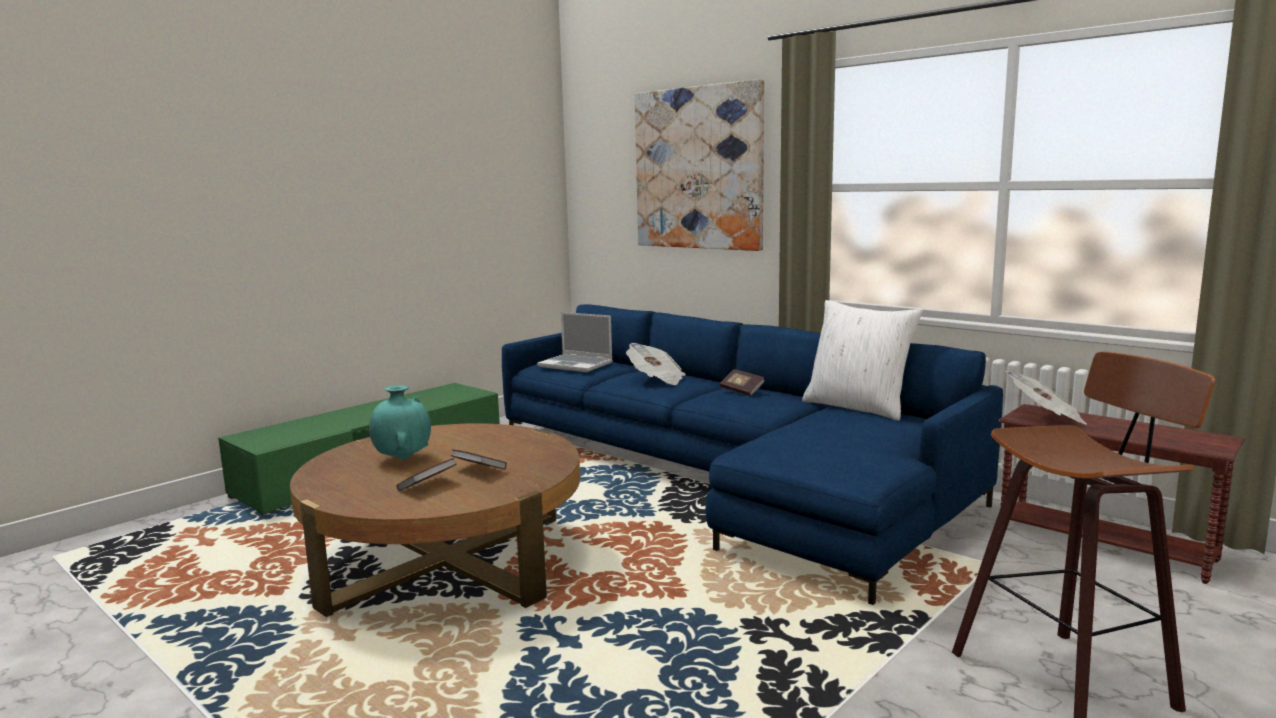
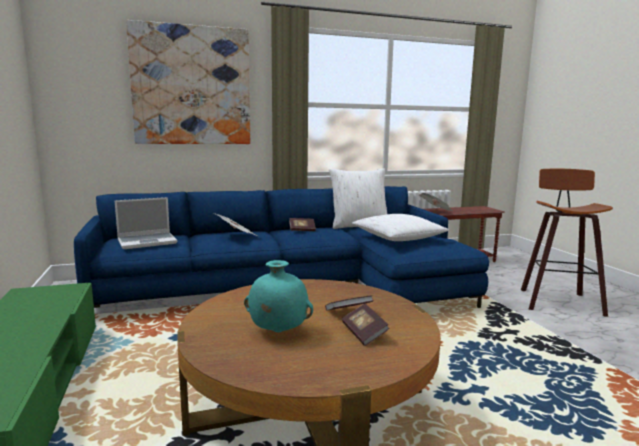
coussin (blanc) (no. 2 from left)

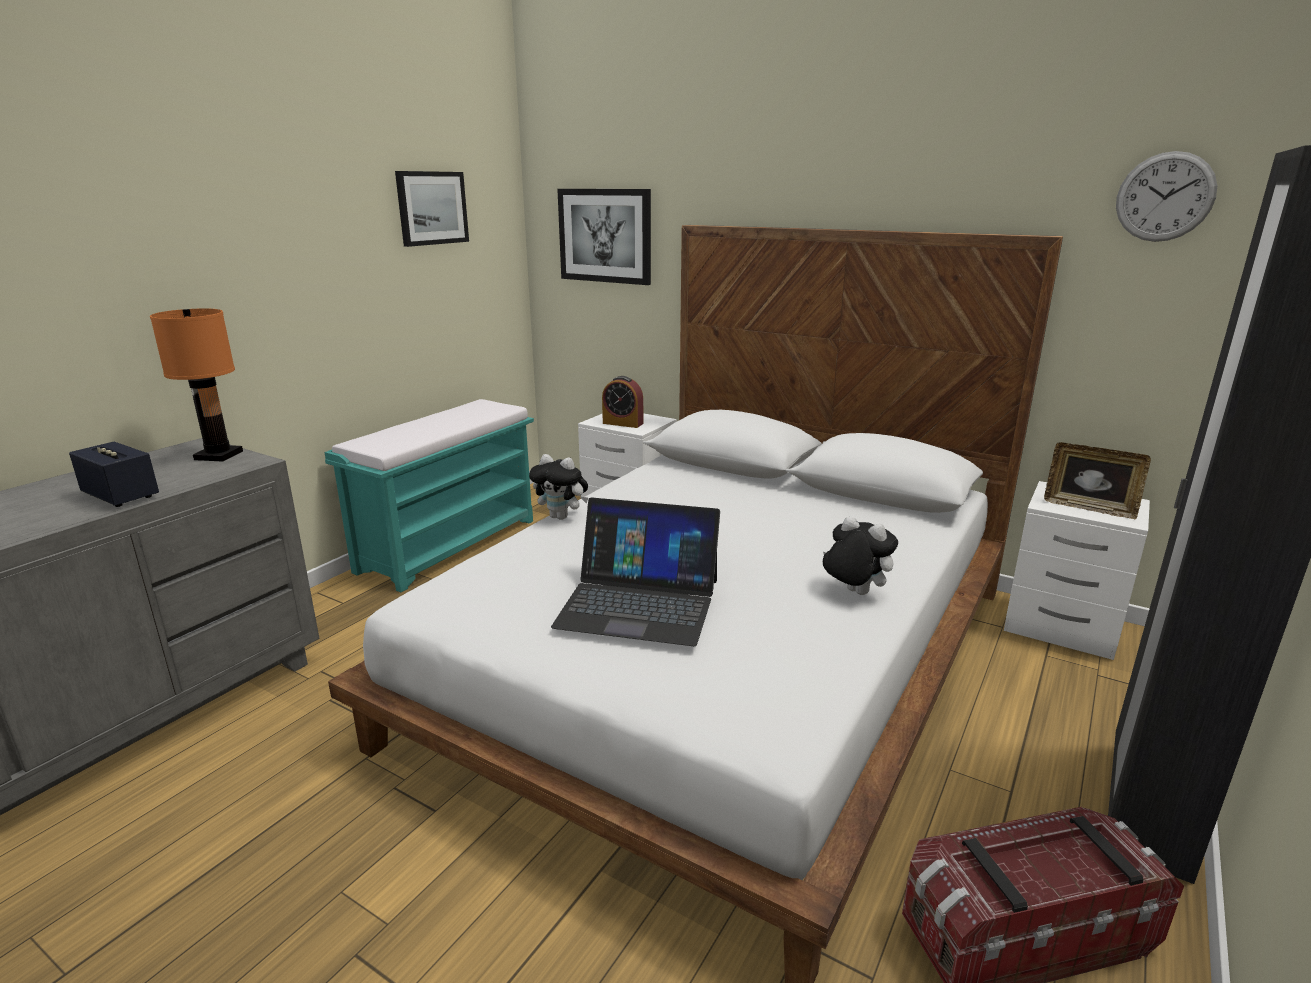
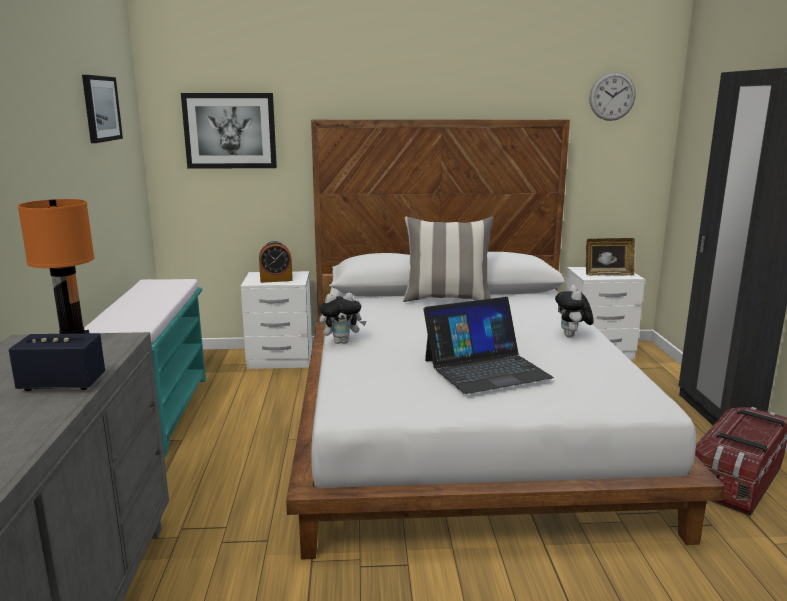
coussin; peluche (no. 2 from left)

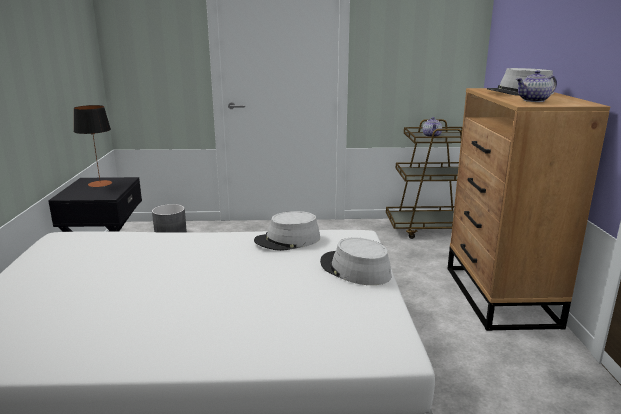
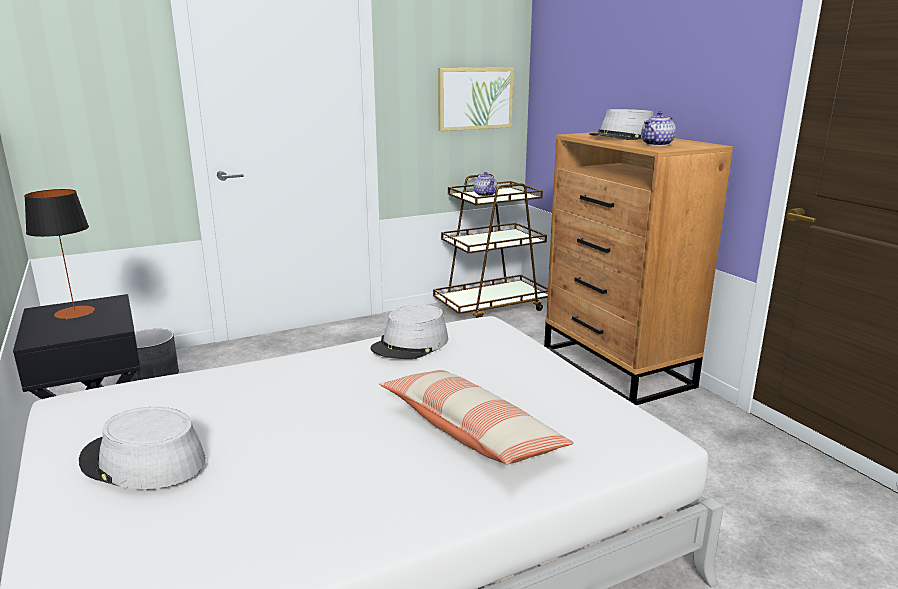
coussin; tableau; chapeau (gris) (no. 1 from left)

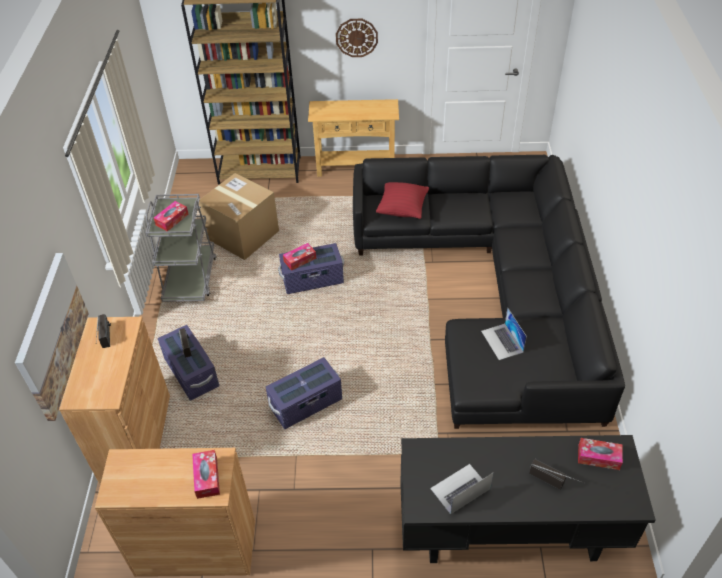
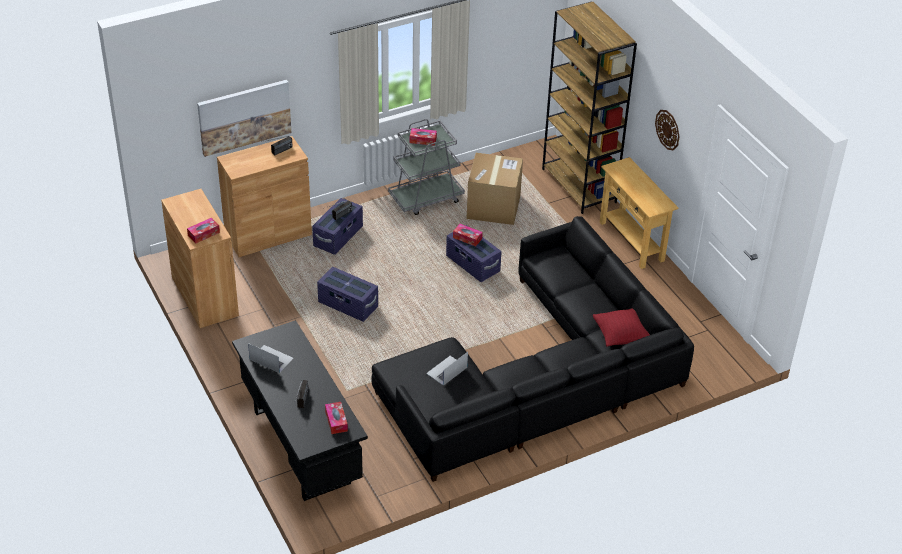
coussin (rouge)

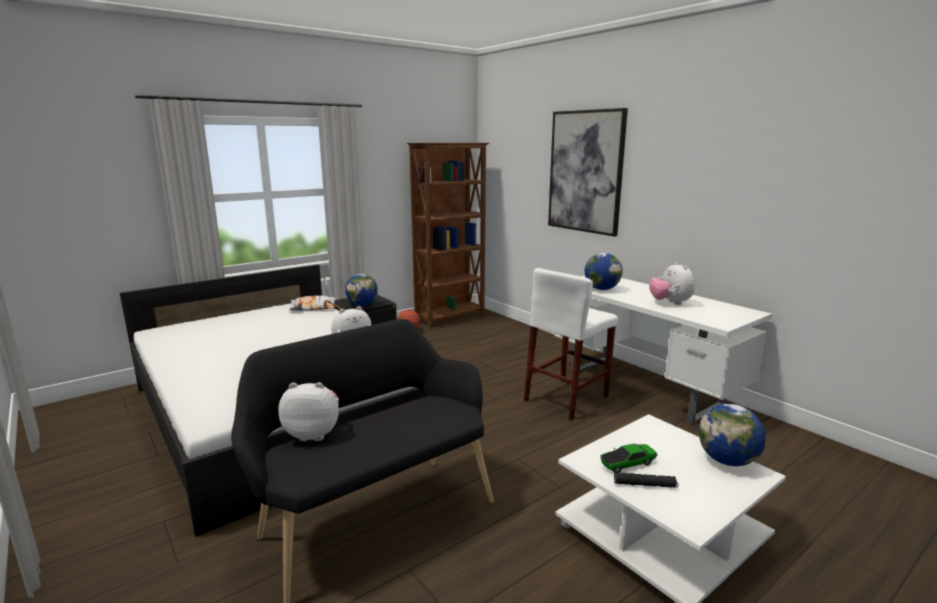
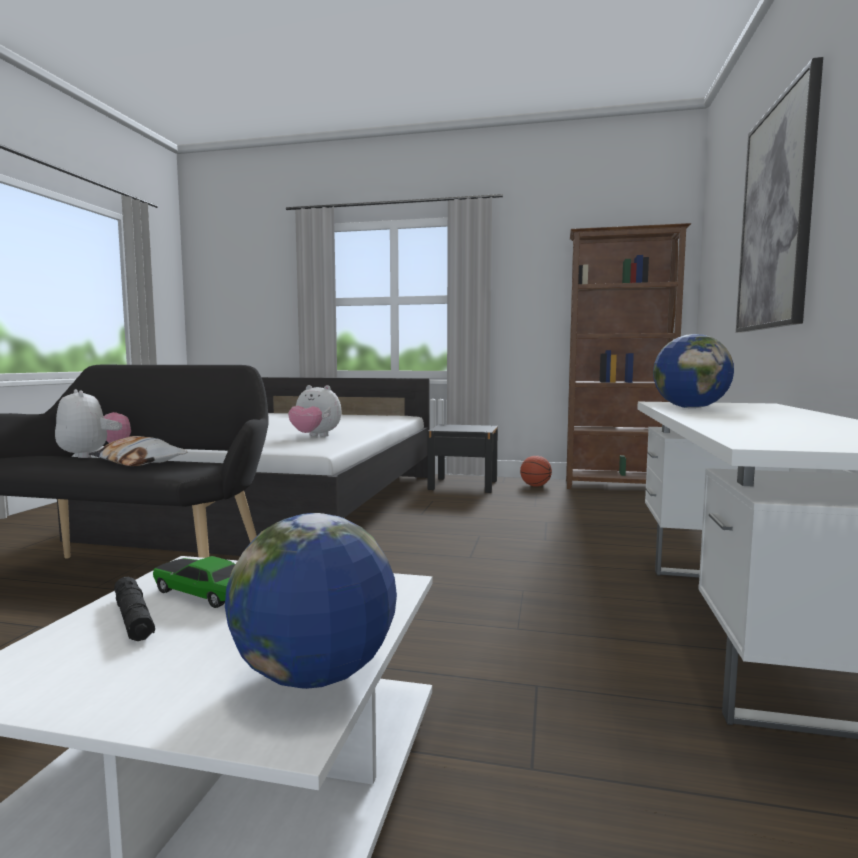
globe (no. 1 from left in the first image); tabouret (blanc); peluche (no. 3 from left in the first image); coussin

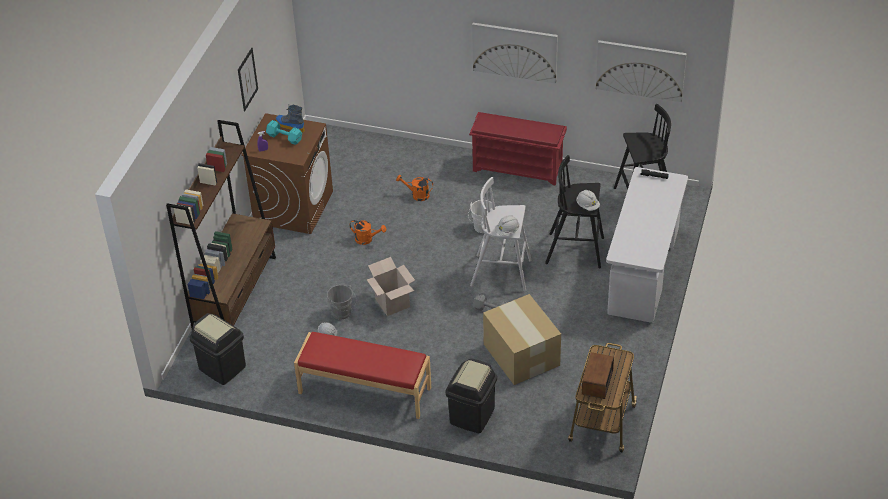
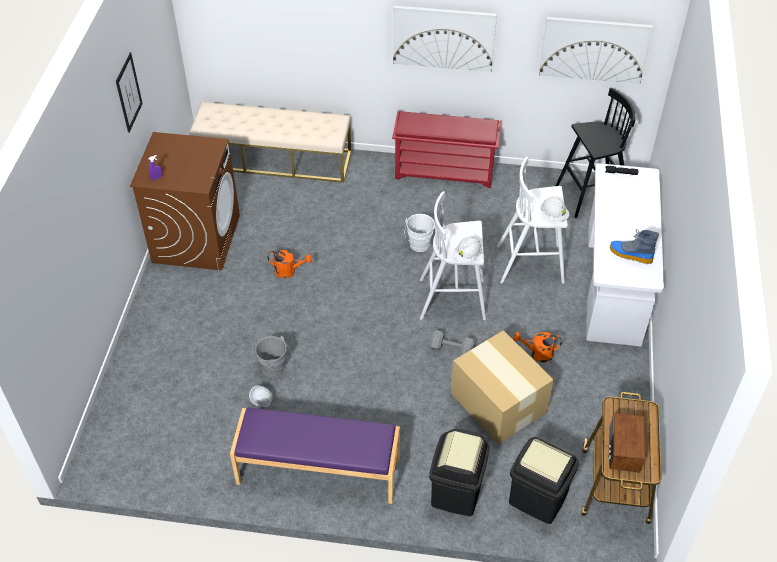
bibliothèque (marron); haltère (turquoise); carton (no. 1 from left in the first image); banc (beige); poubelle (noir) (no. 2 from left); botte; arrosoir (orange) (no. 2 from left); banc (violet); tabouret (blanc) (no. 2 from left)

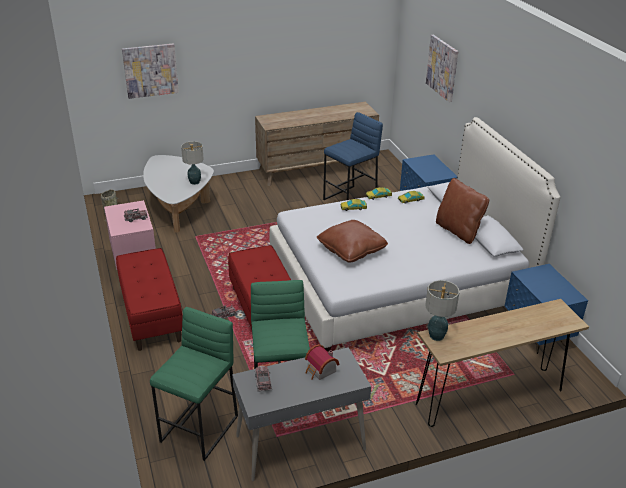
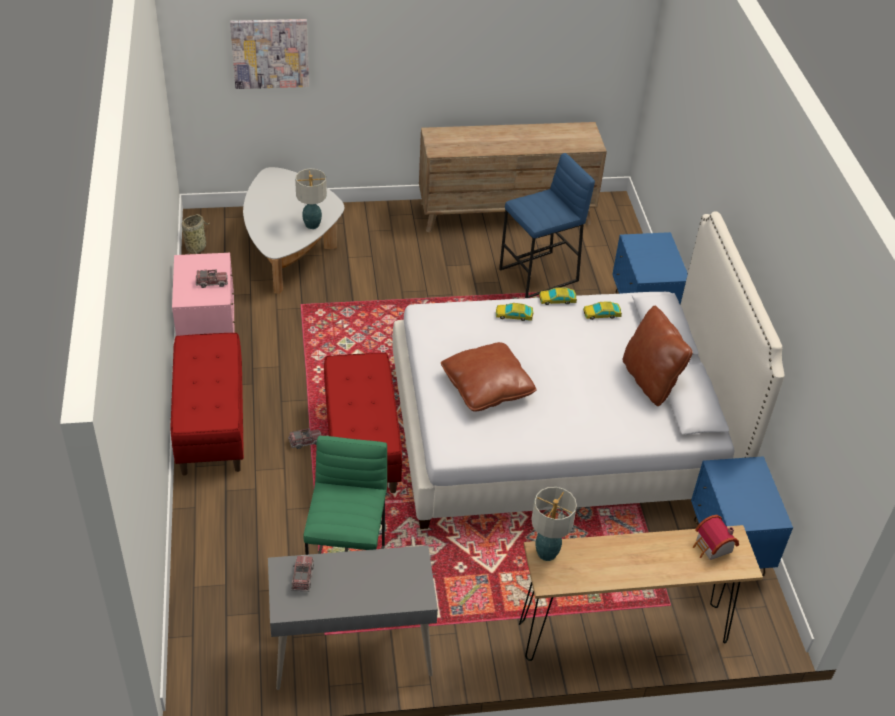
tabouret (vert) (no. 1 from left in the first image); tableau (no. 2 from left in the first image); maison miniature

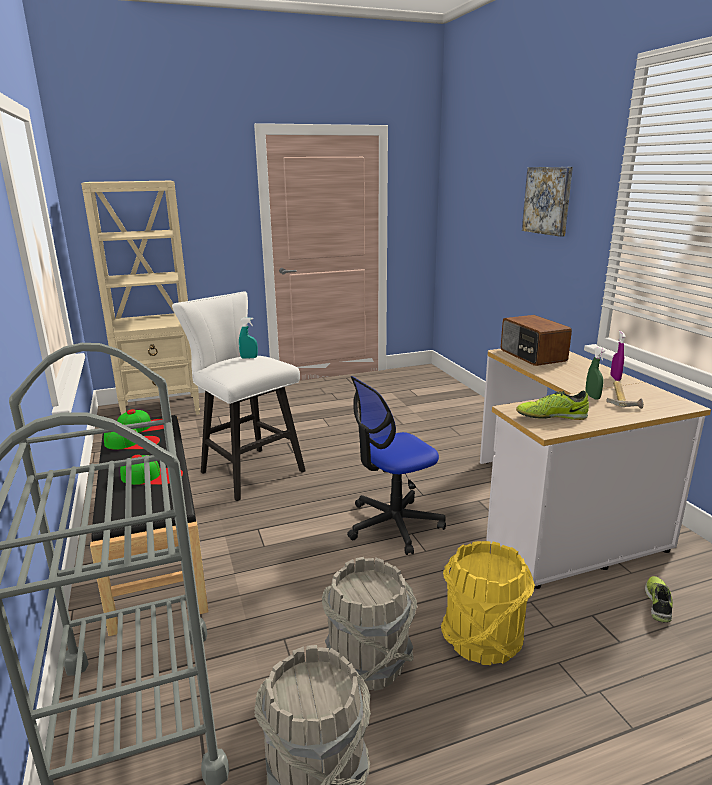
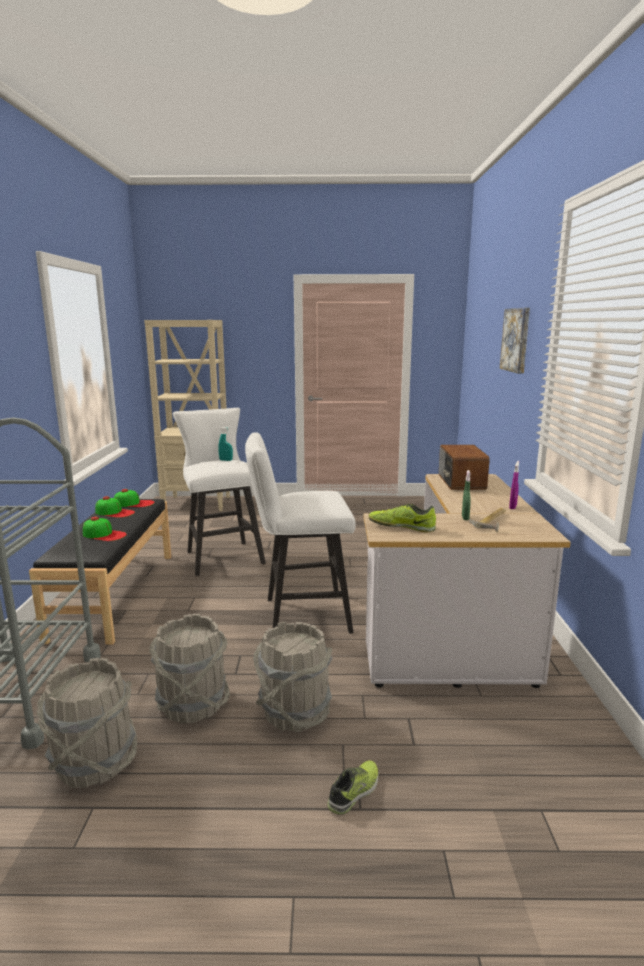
chaussure (no. 1 from left); tabouret (blanc) (no. 2 from left); seau (gris) (no. 3 from left)

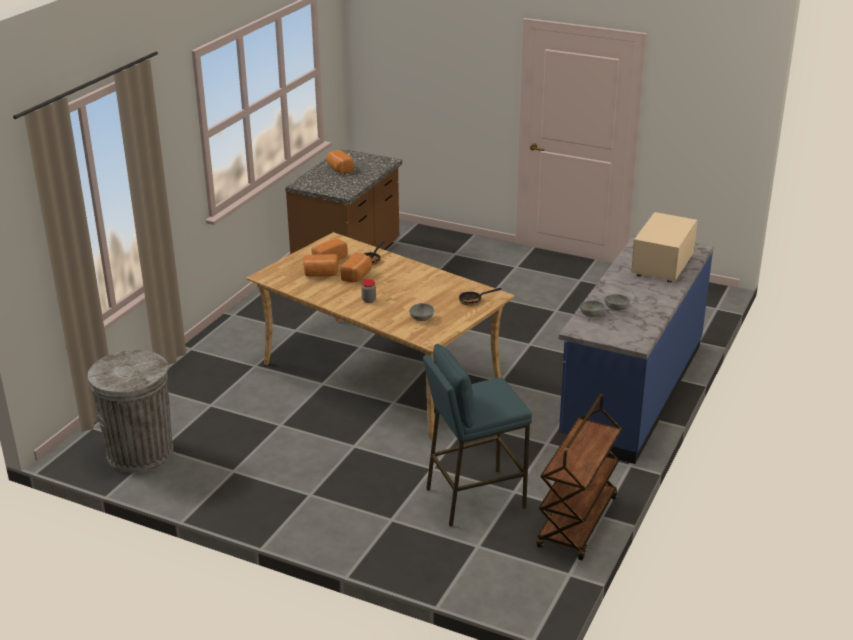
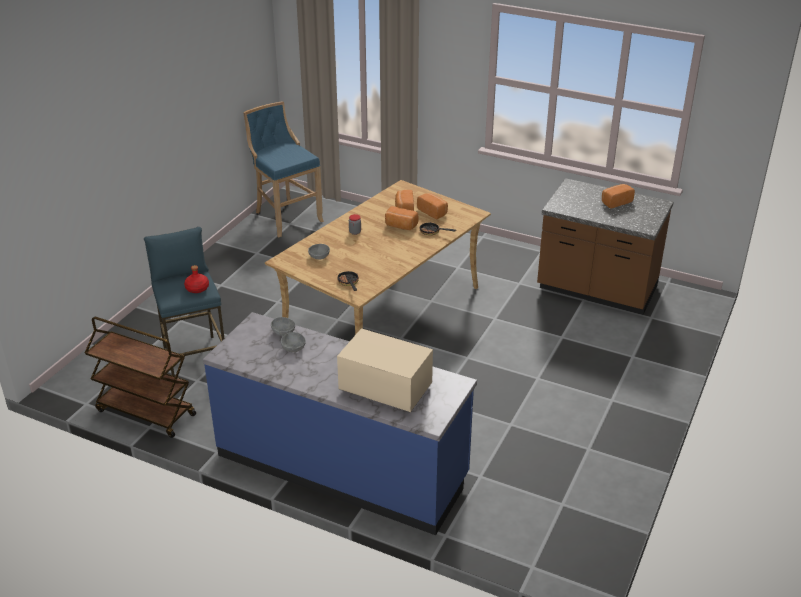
bouteille (rouge); tabouret (bleu) (no. 2 from left)

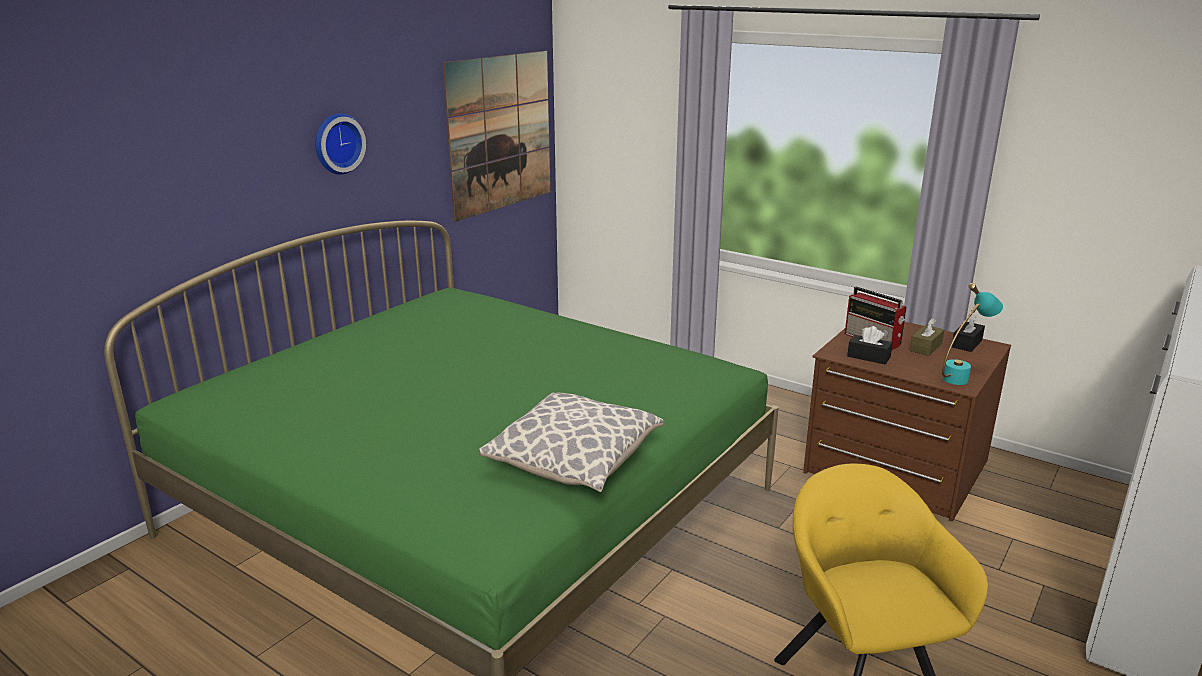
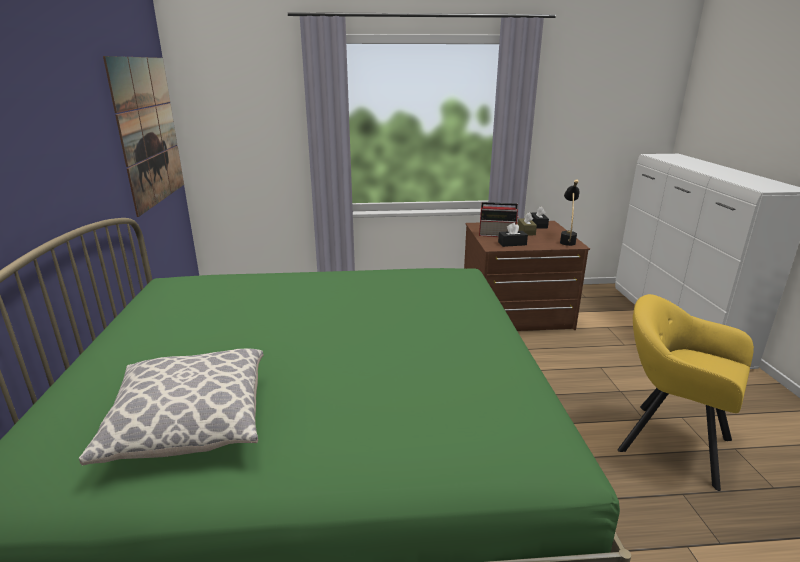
horloge murale; coussin; lampe de table (noir)

